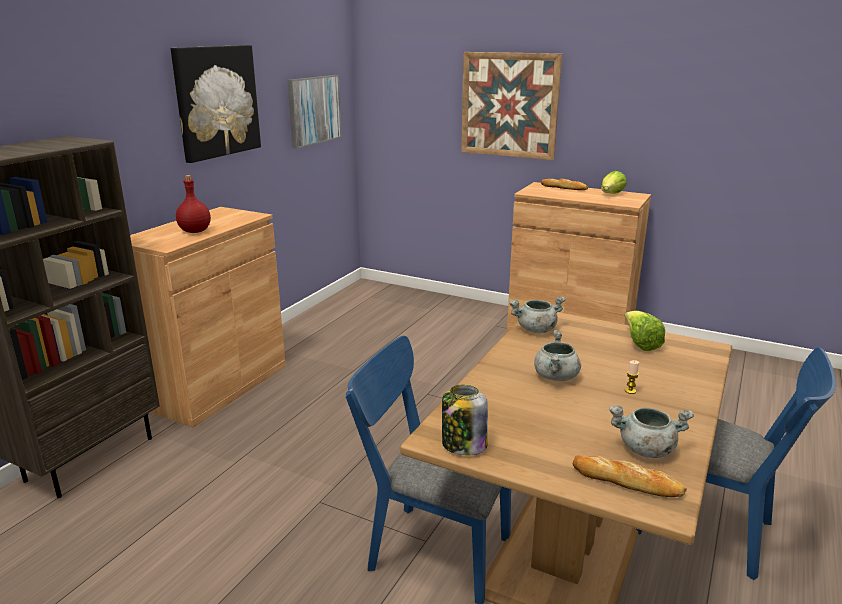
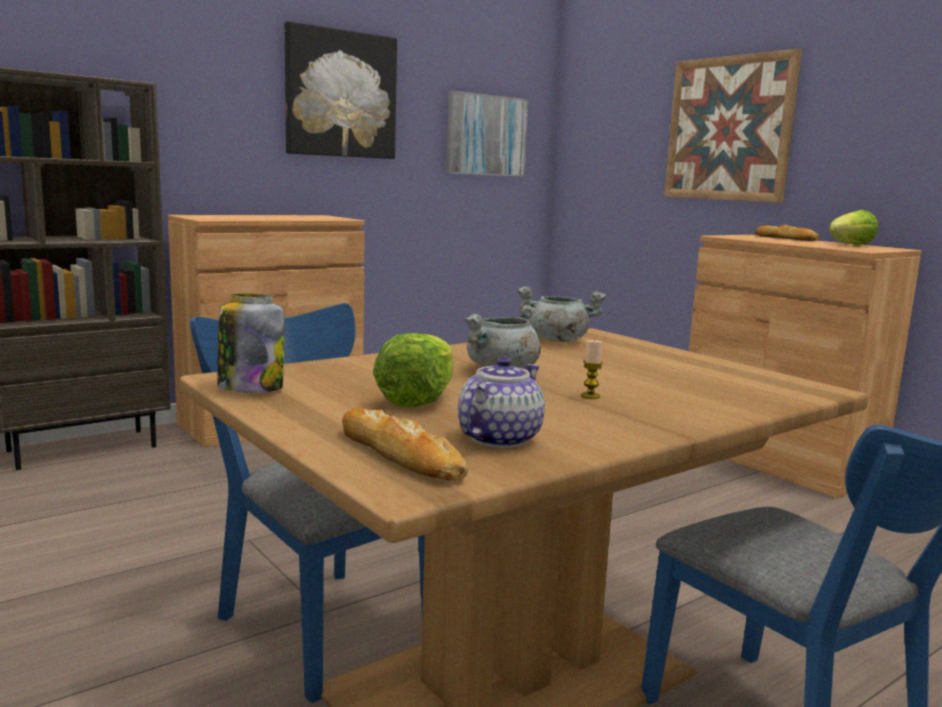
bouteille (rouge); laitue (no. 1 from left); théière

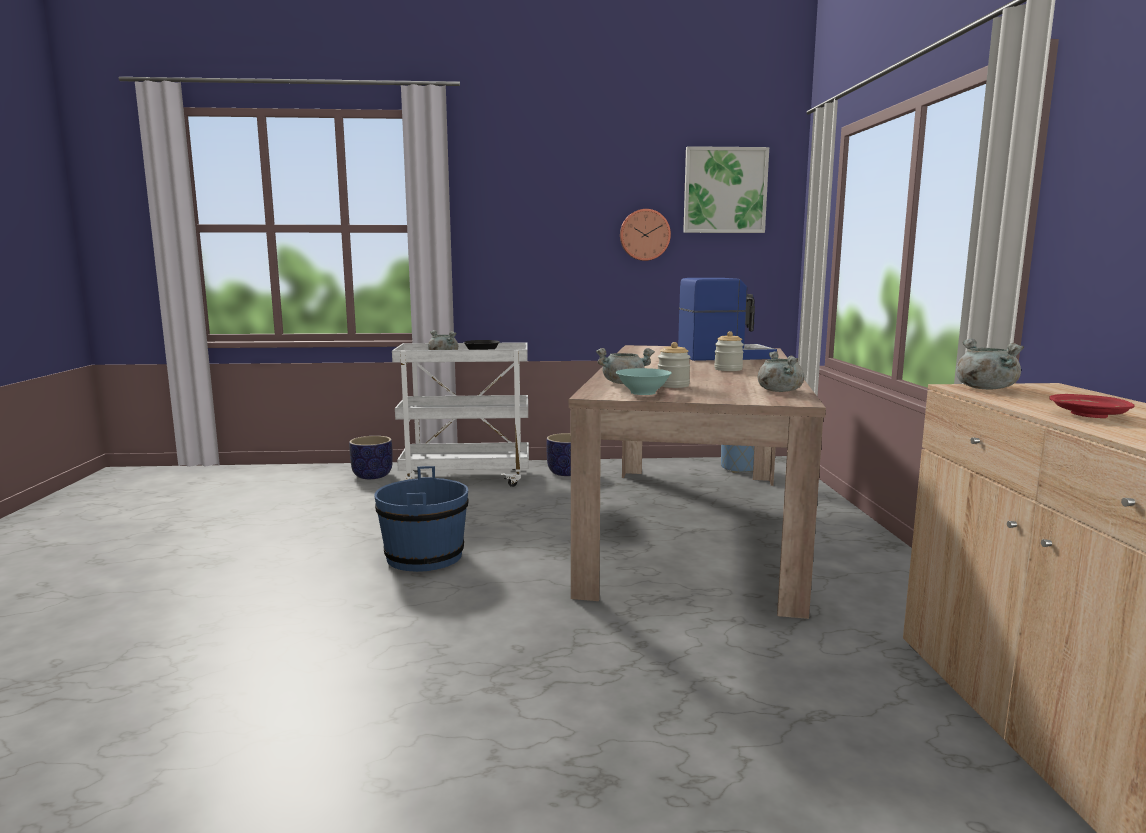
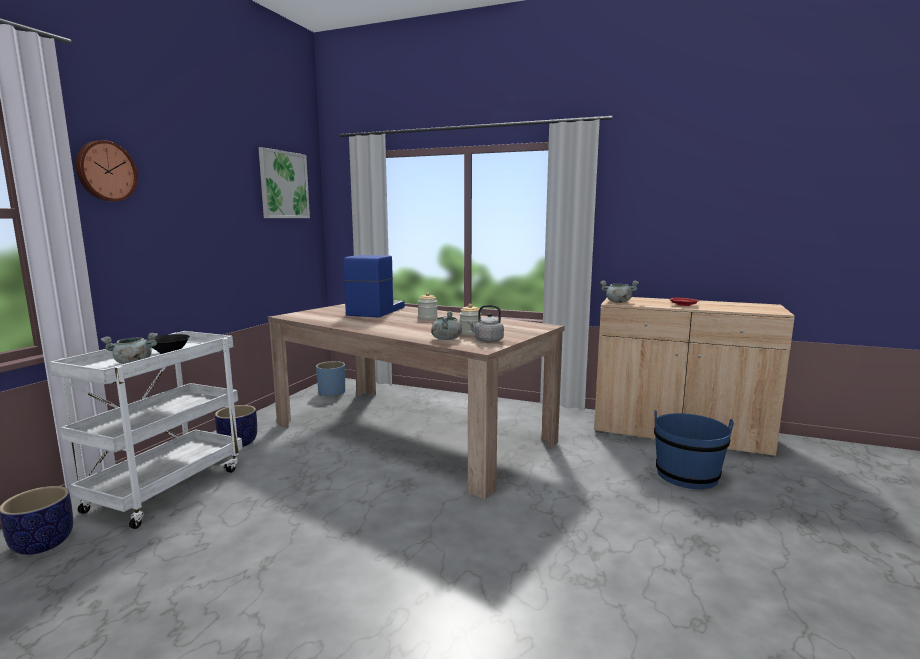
marmite (gris) (no. 3 from left in the first image); seau (bleu); horloge murale; bouilloire (gris)

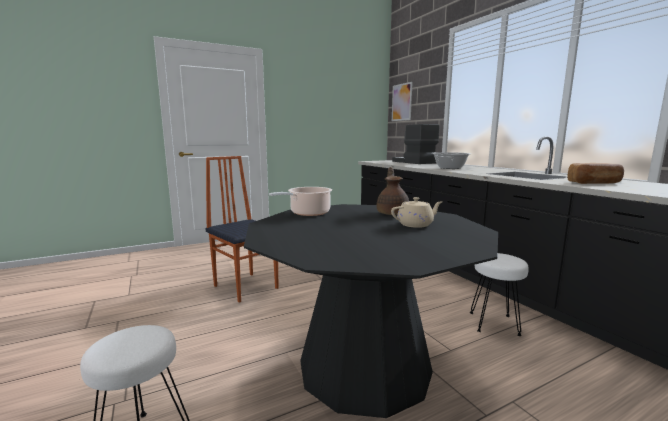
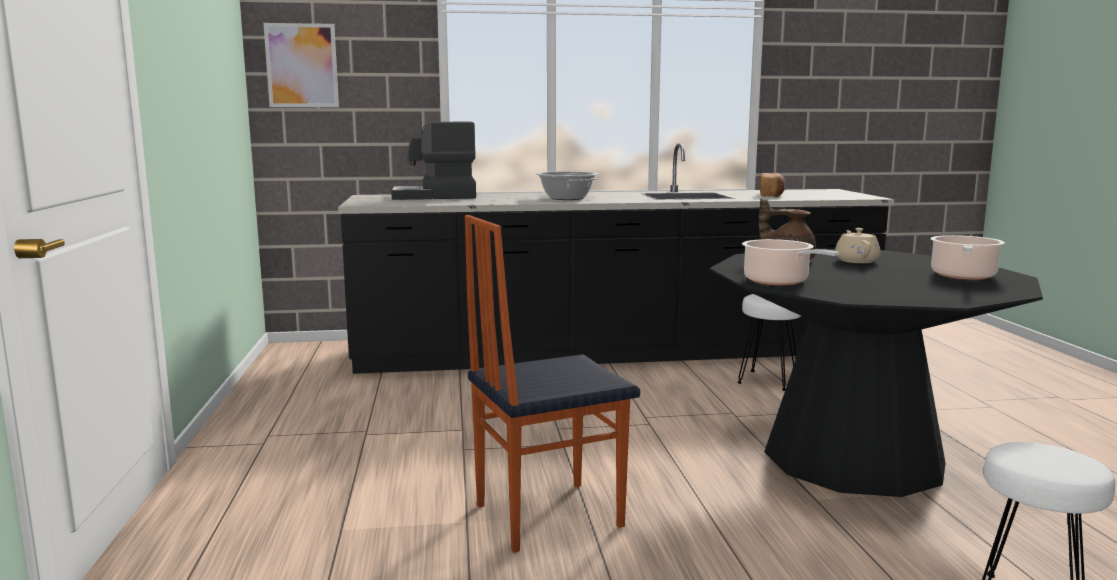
marmite (no. 3 from left)

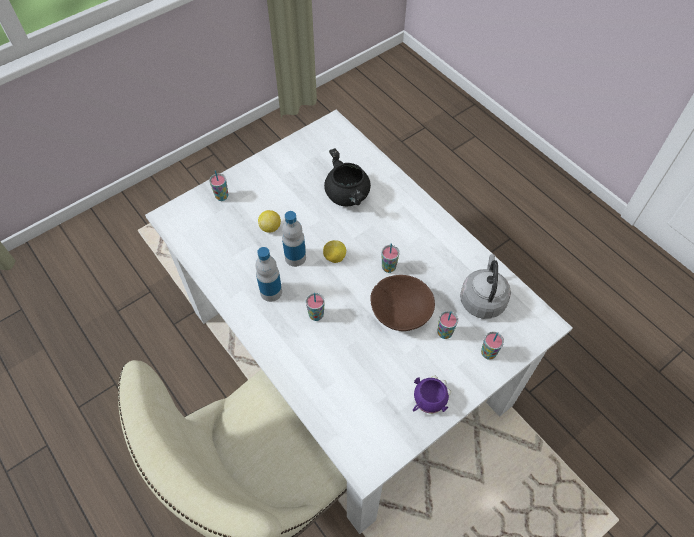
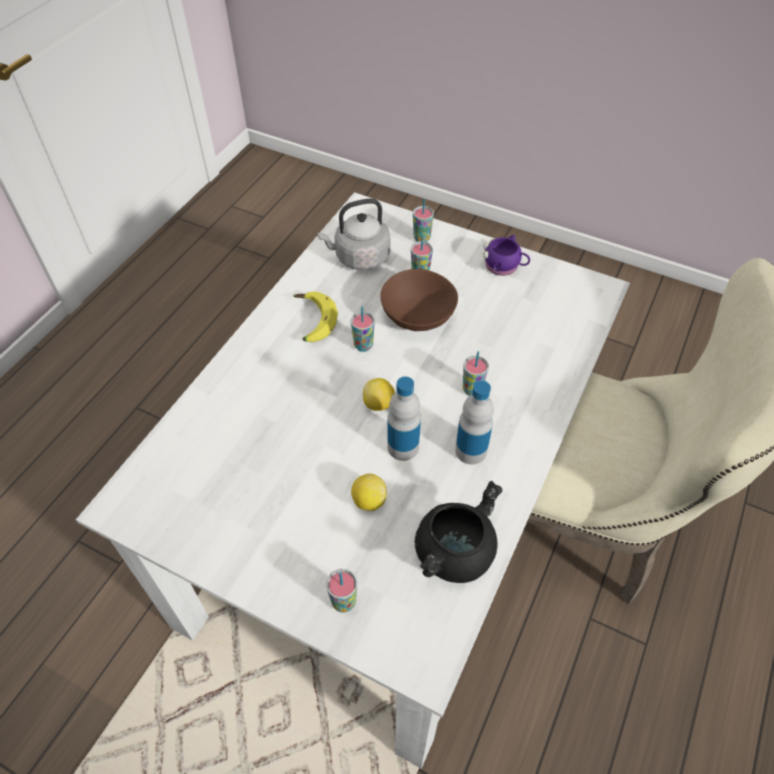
banane; marmite (noir)

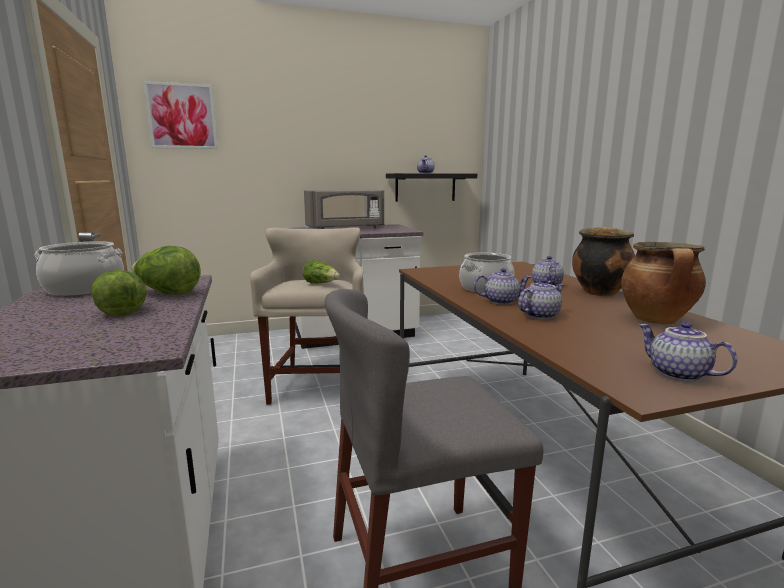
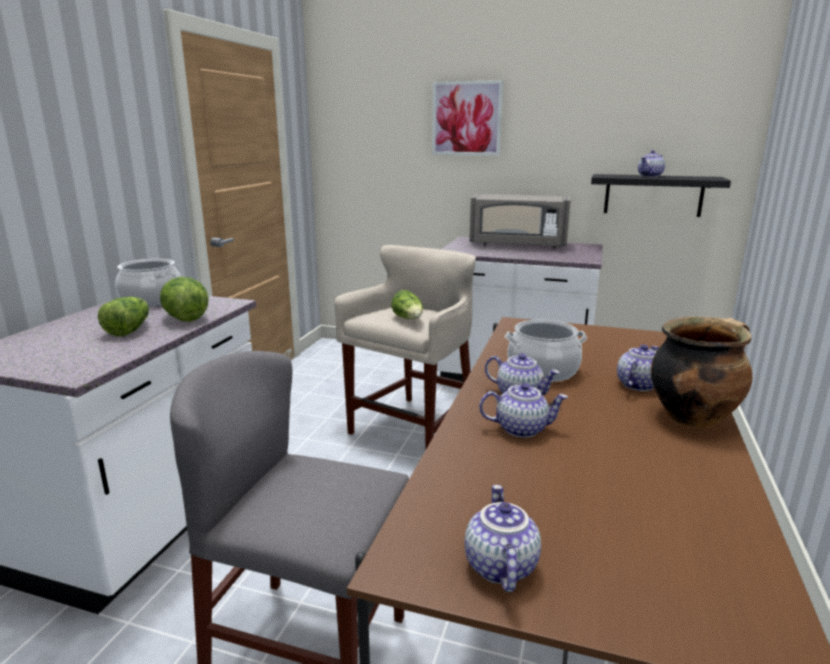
marmite (no. 4 from left in the first image); tableau

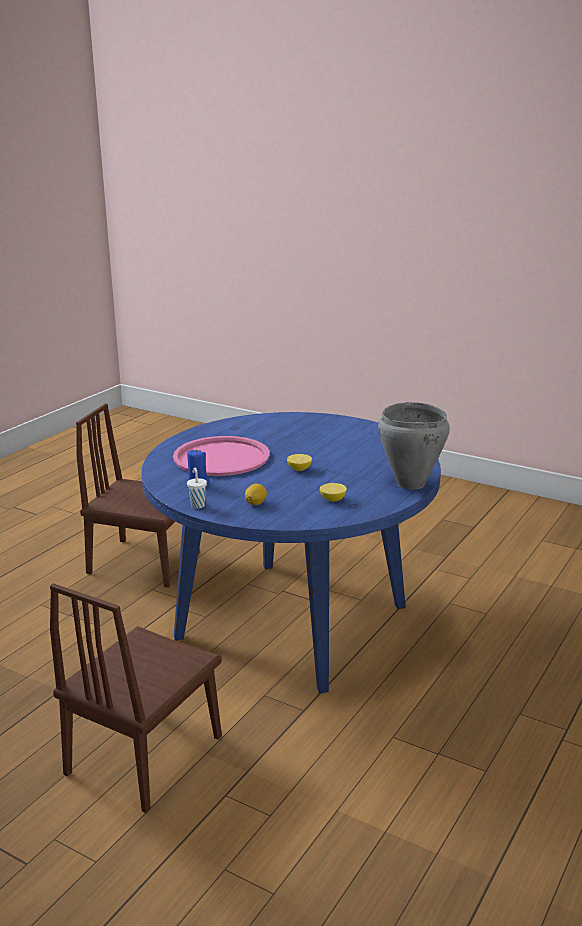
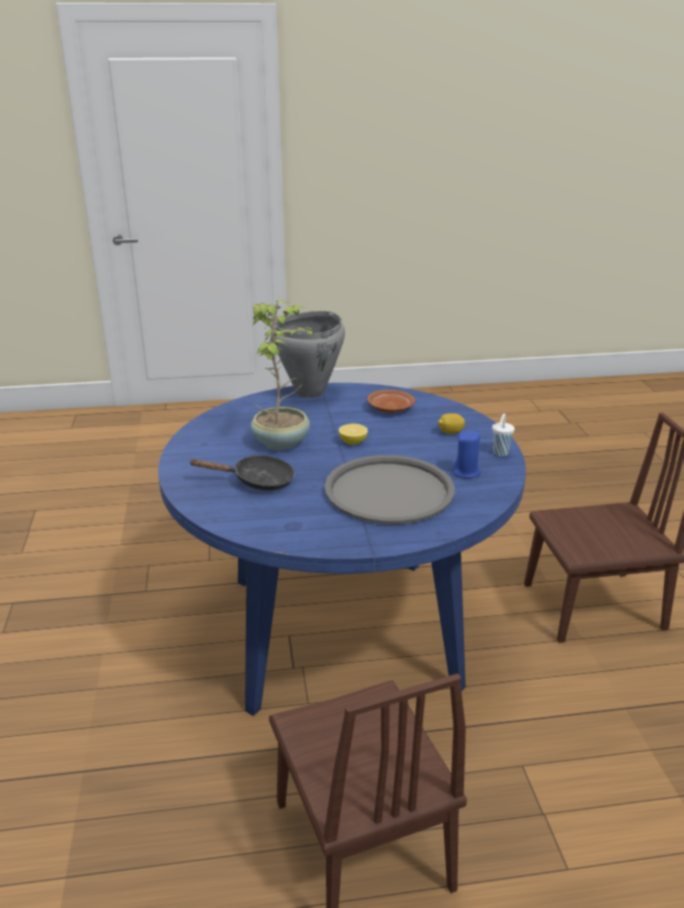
poêle (noir); plante en pot; assiette (marron); plateau (gris)

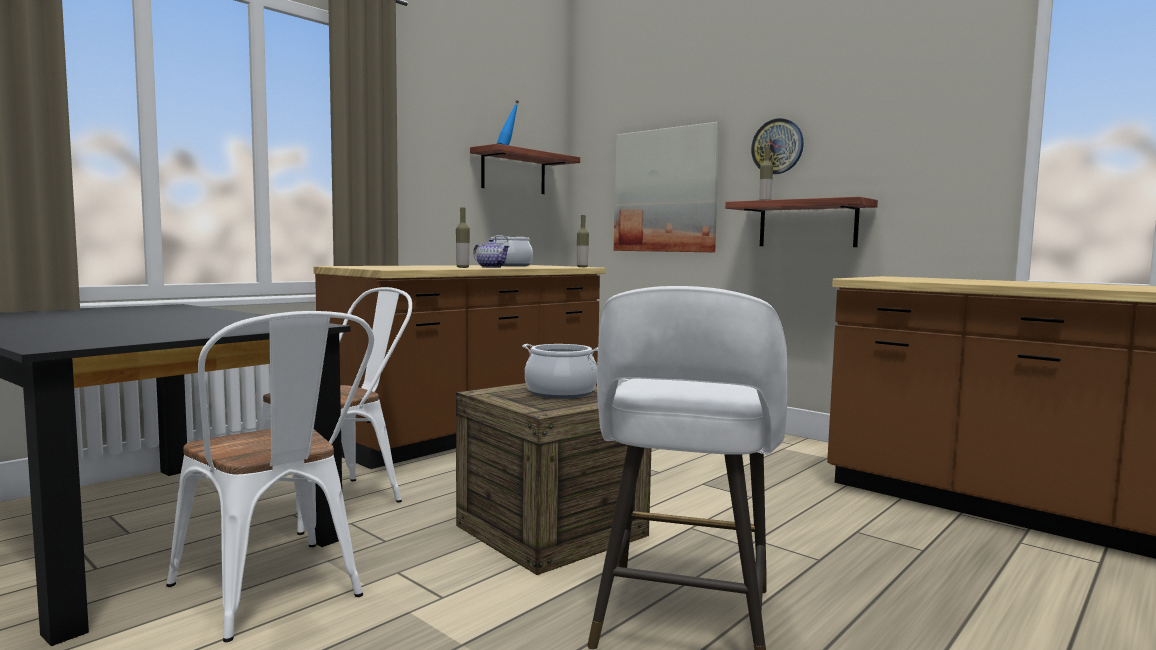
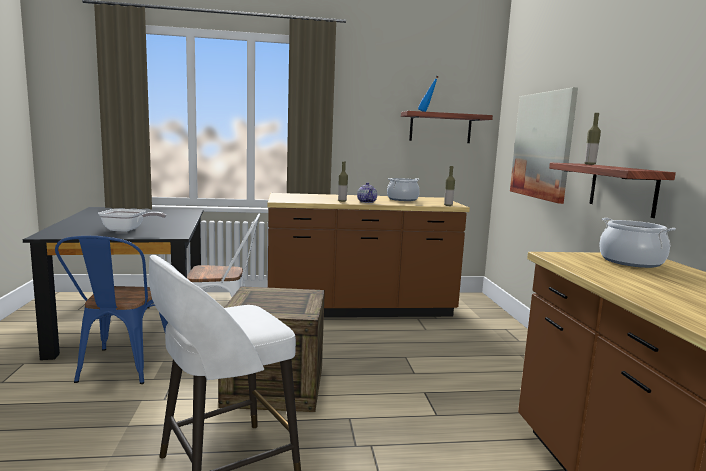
horloge murale; poêle; marmite (no. 2 from left); chaise (bleu)

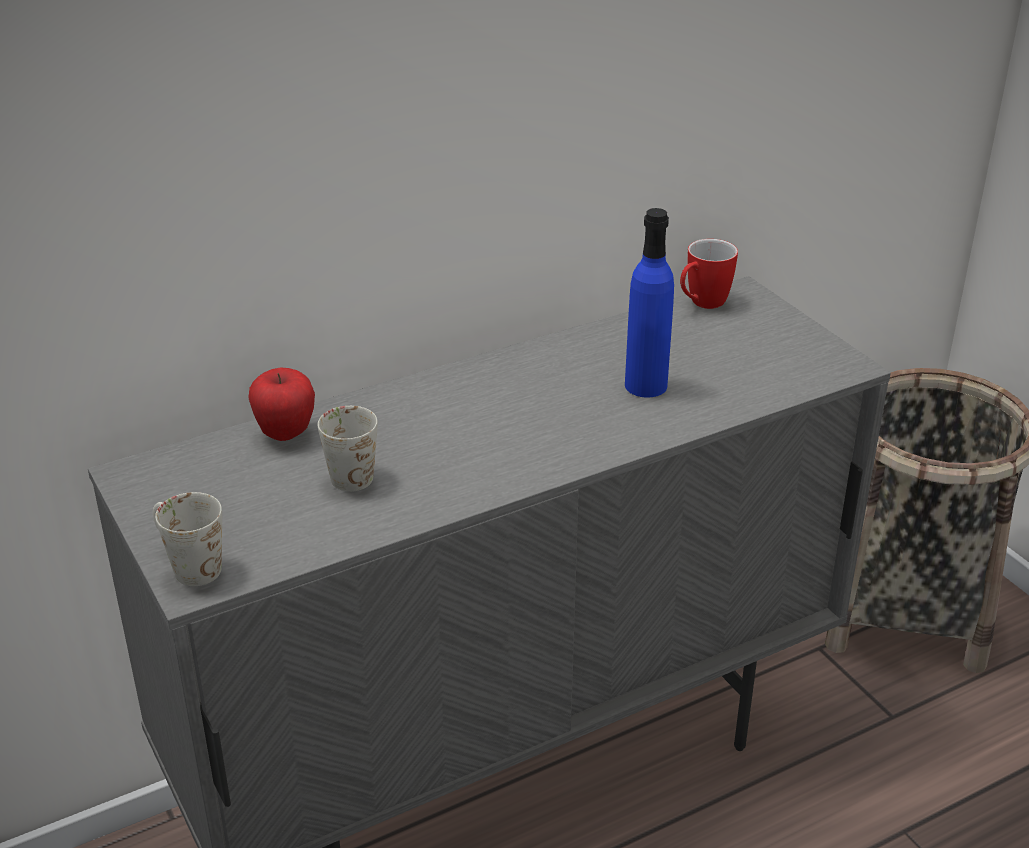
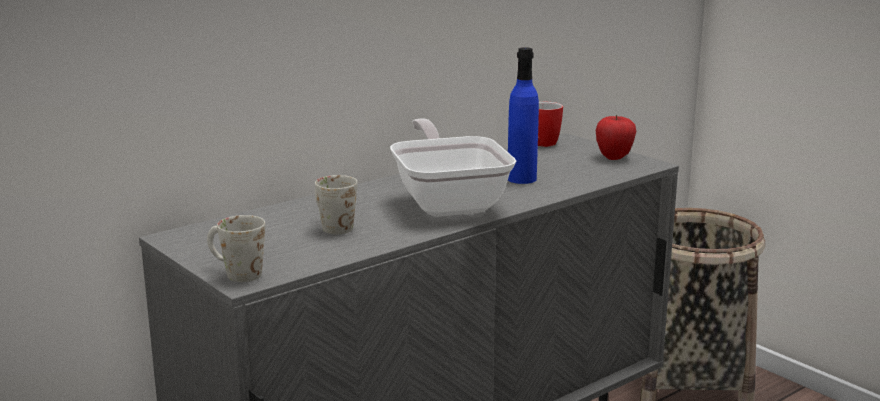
poêle; pomme

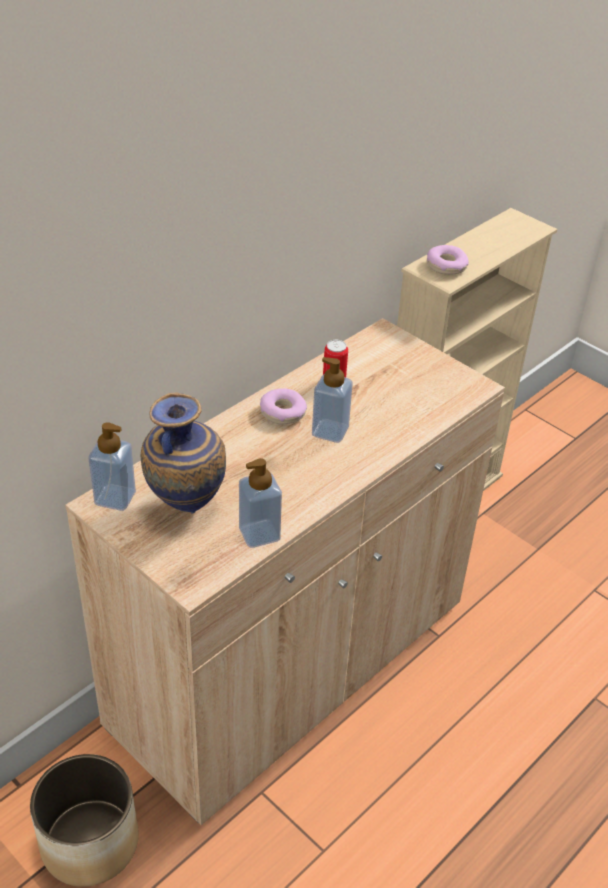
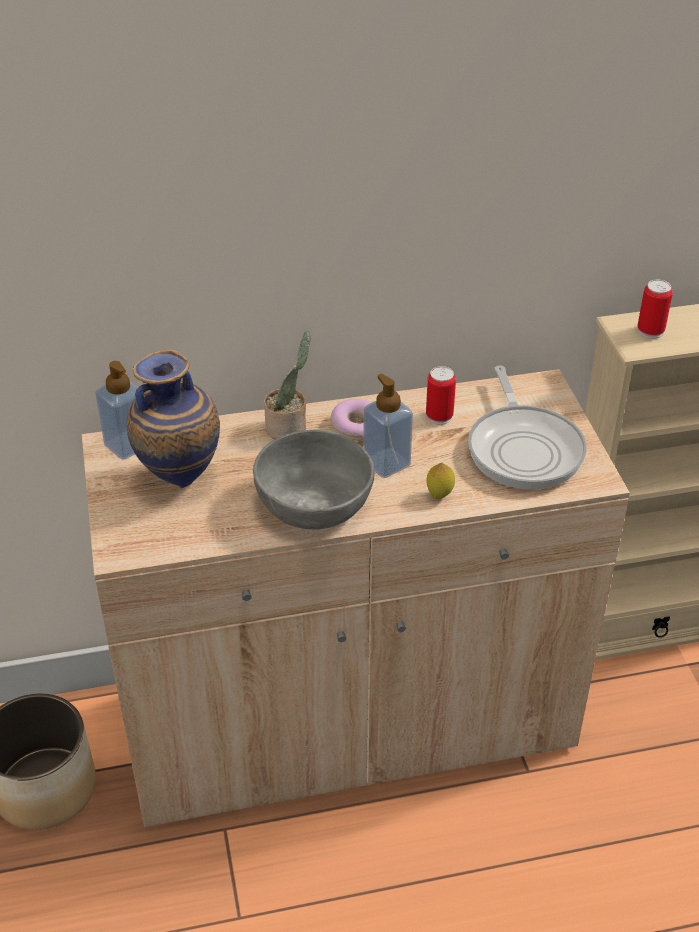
distributeur de savon (no. 2 from left in the first image); bol (gris); plante en pot; citron; poêle; boîte métallique (no. 2 from left)

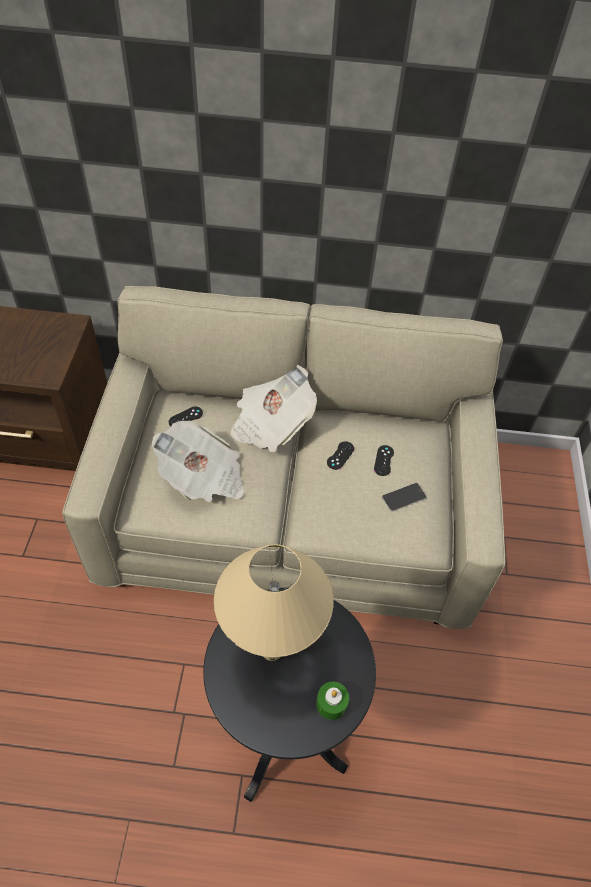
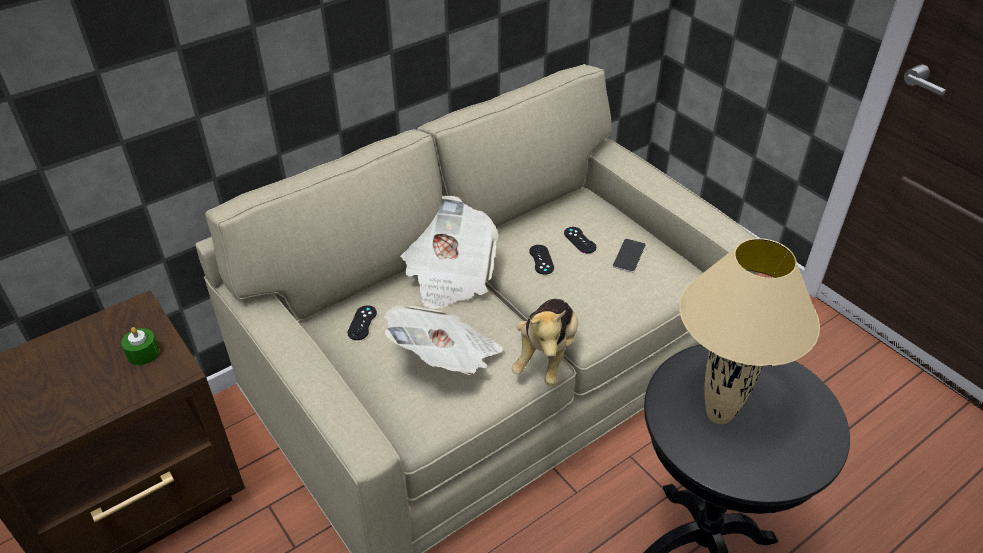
peluche; bougie (vert)

